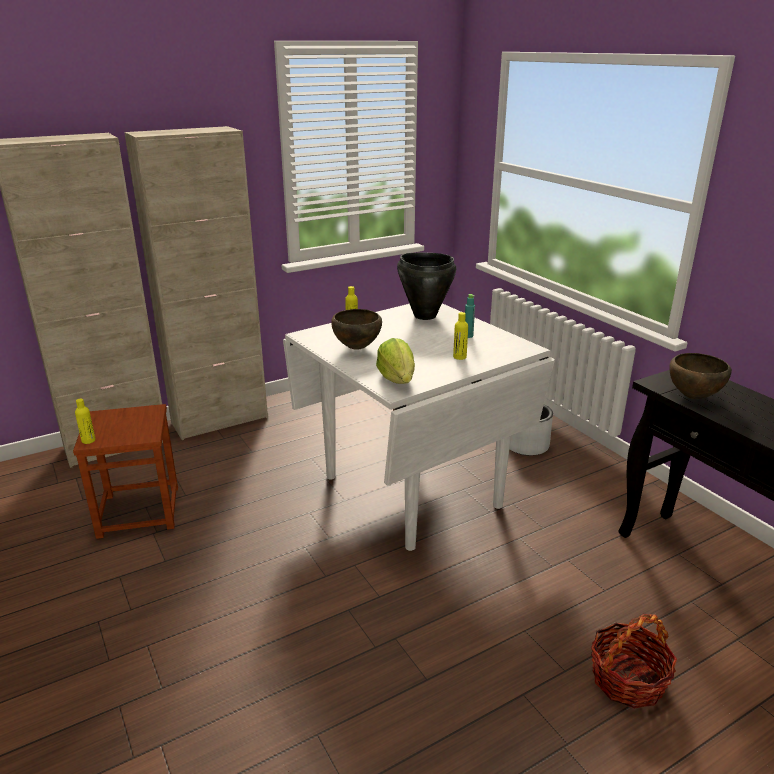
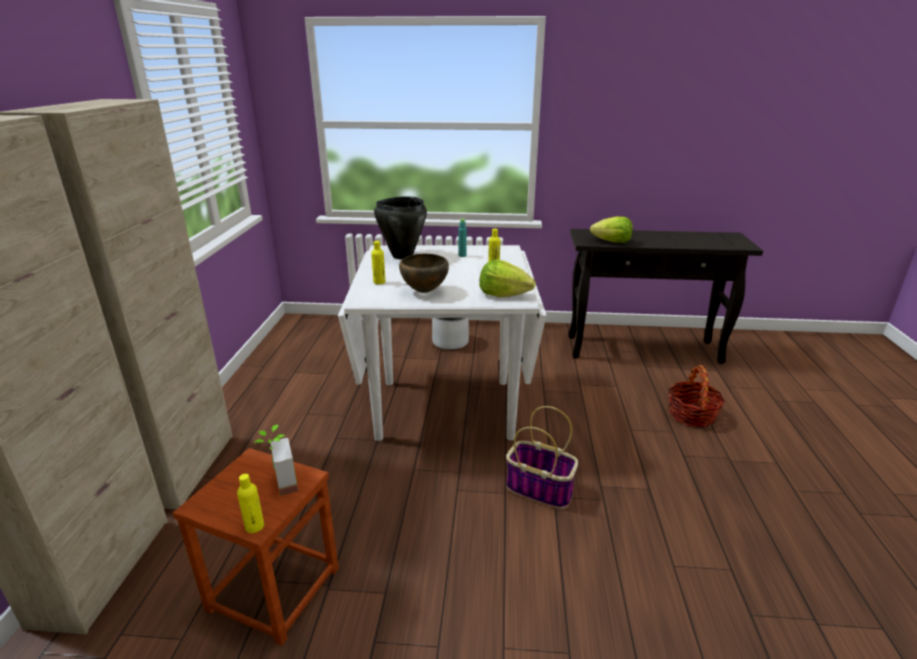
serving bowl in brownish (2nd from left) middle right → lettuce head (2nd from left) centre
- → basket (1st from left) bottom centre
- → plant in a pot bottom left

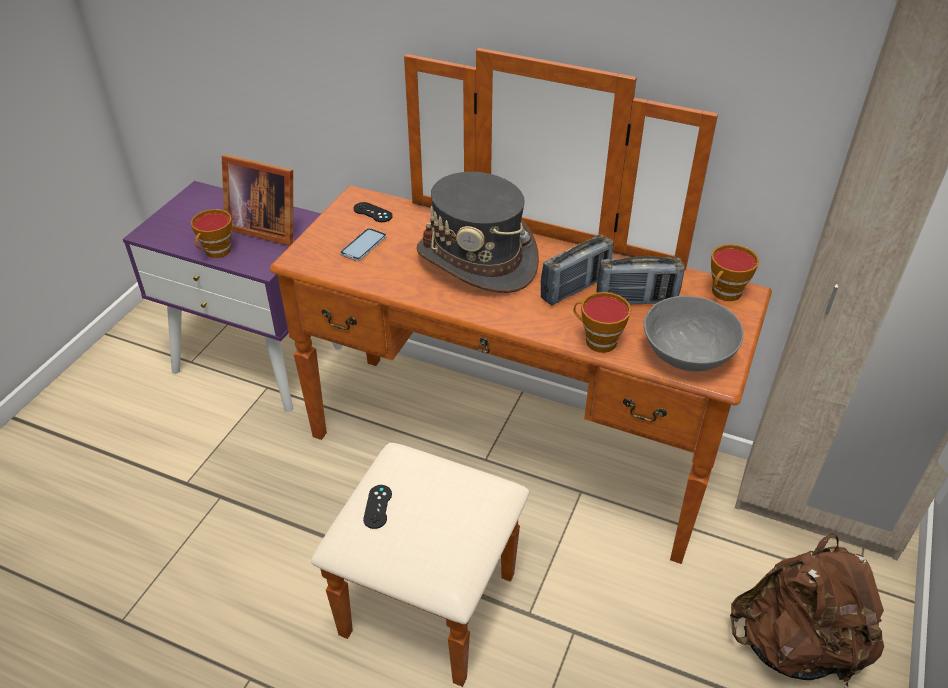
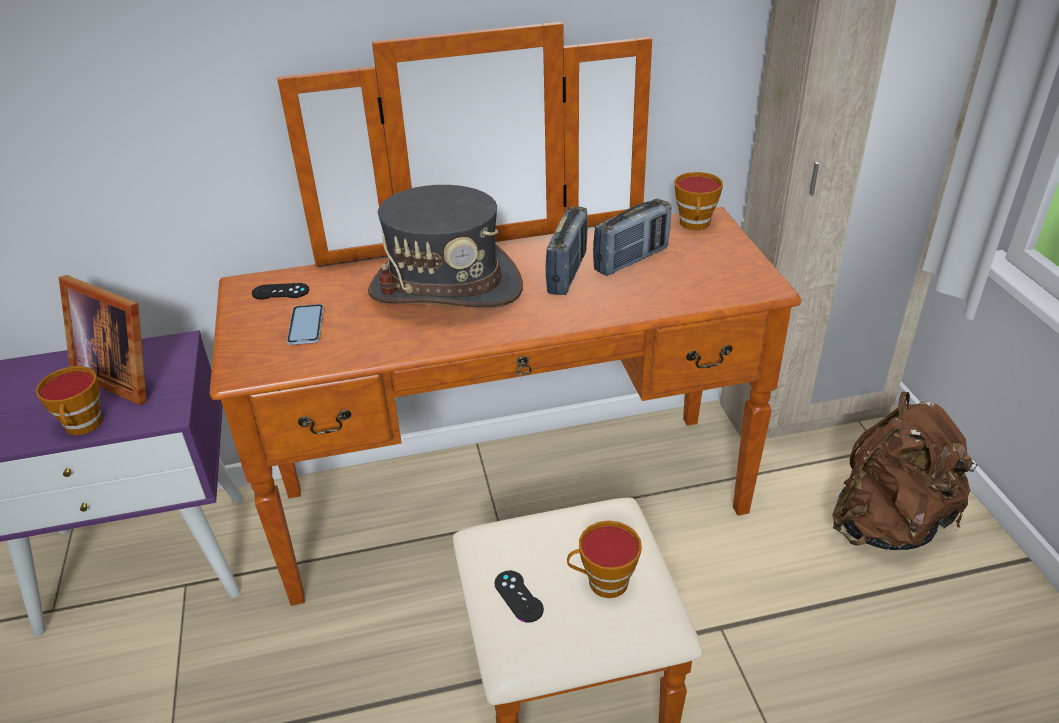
standing frame top left → standing frame middle left, 45 degrees clockwise
small cup (2nd from left) centre → small cup (2nd from left) bottom centre, move
serving bowl in gray middle right → -

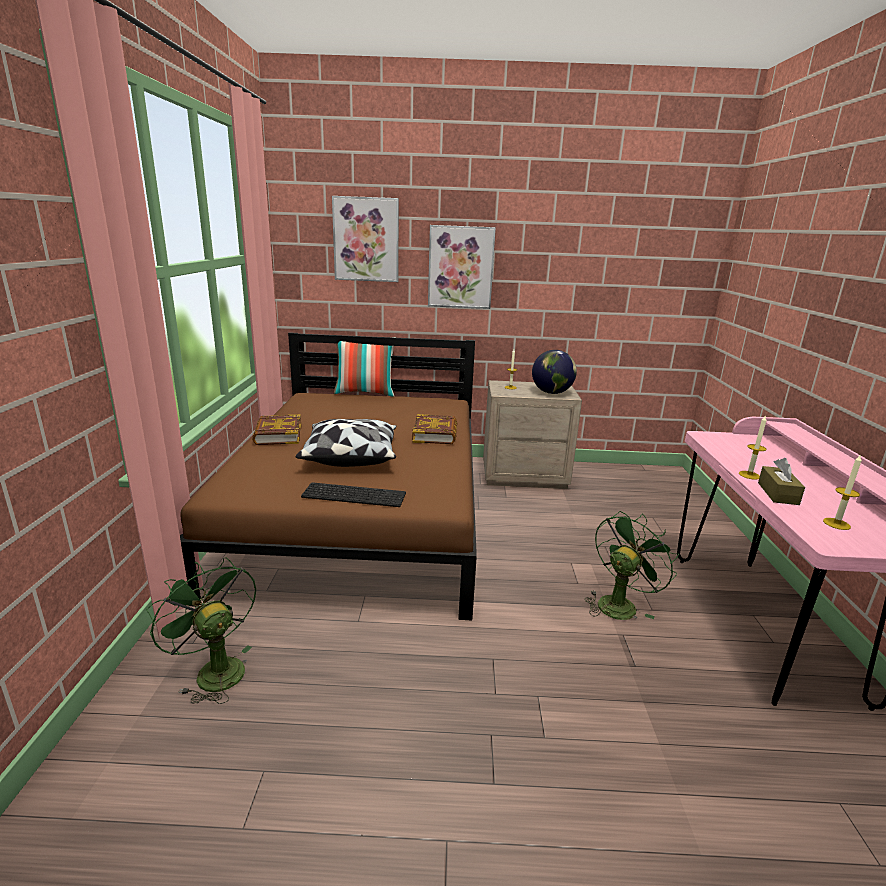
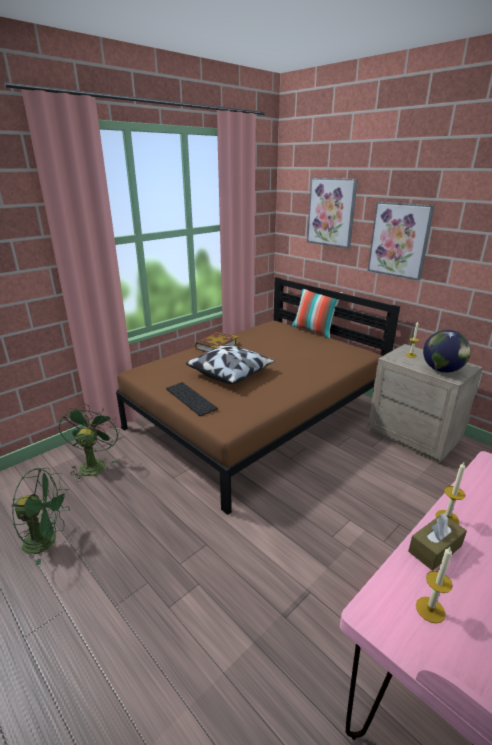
bound book (2nd from left) centre → -
cooling fan in greenish (2nd from left in the first image) middle right → cooling fan in greenish (1st from left) bottom left, move

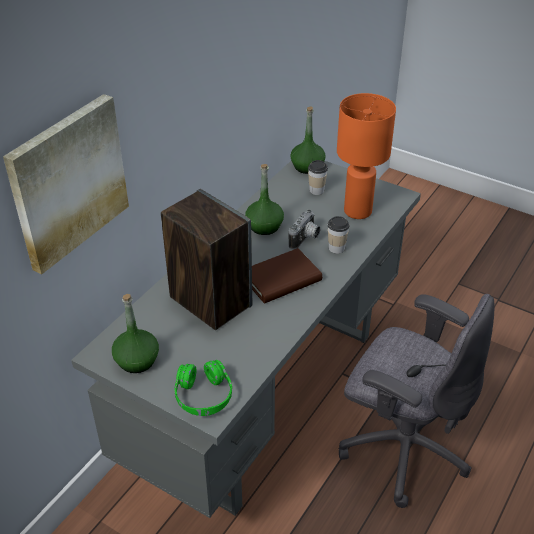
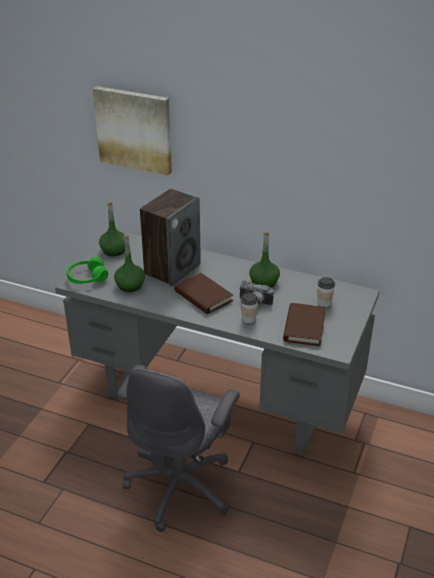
tabletop lamp in orange top right → bound book in brownish (2nd from left) middle right
bottle in greenish (3rd from left in the first image) top centre → bottle in greenish (2nd from left) middle left, move

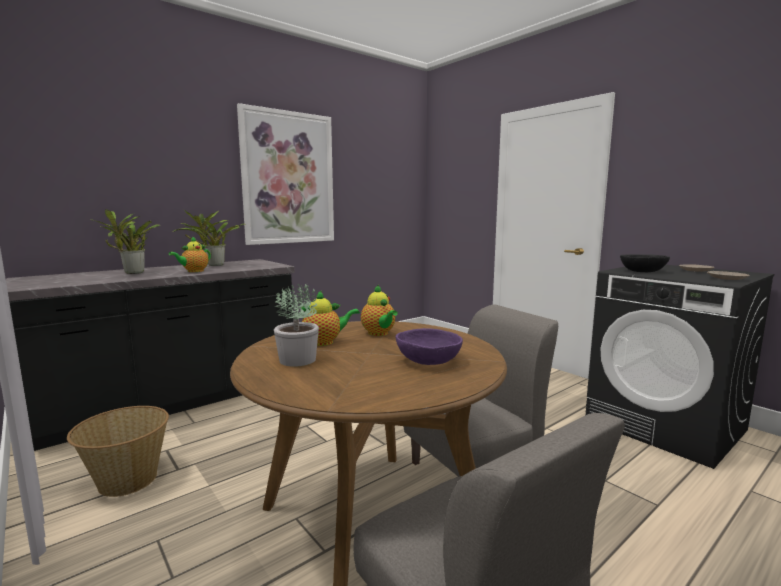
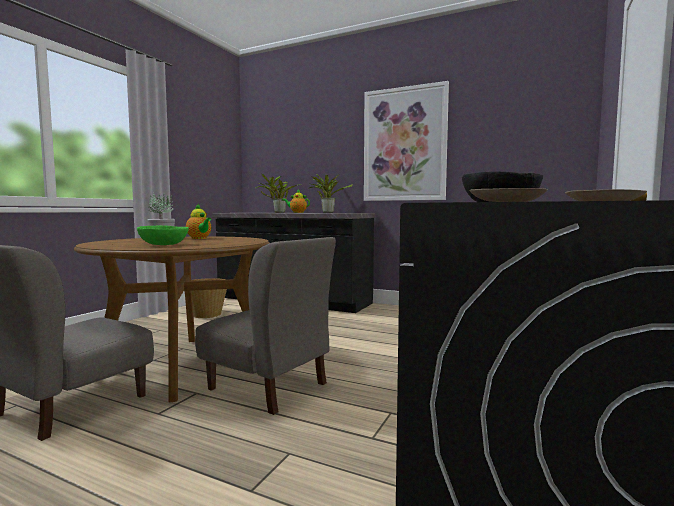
tea pot (3rd from left) centre → -
serving bowl in purple-coloured centre → serving bowl in greenish middle left

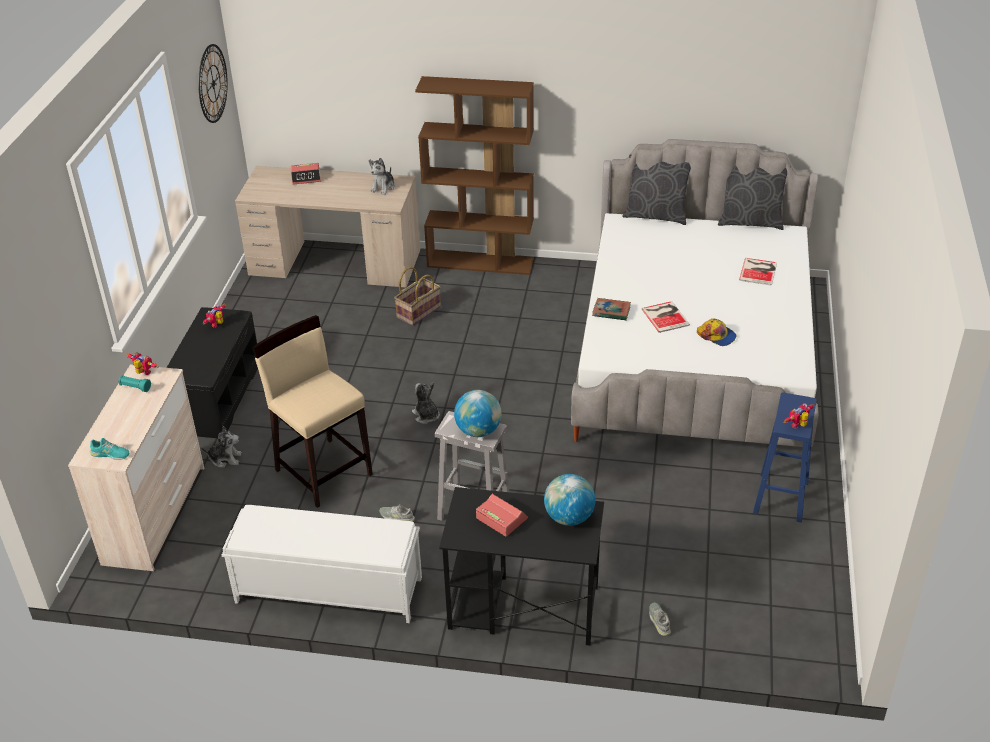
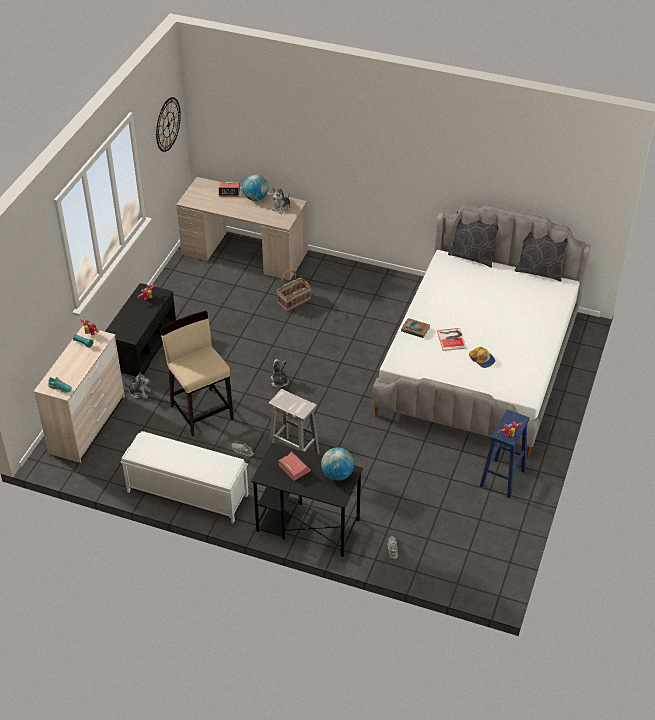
bookshelf in brownish top centre → -
bound book (3rd from left) middle right → -
world globe (1st from left) centre → world globe (1st from left) top centre, move

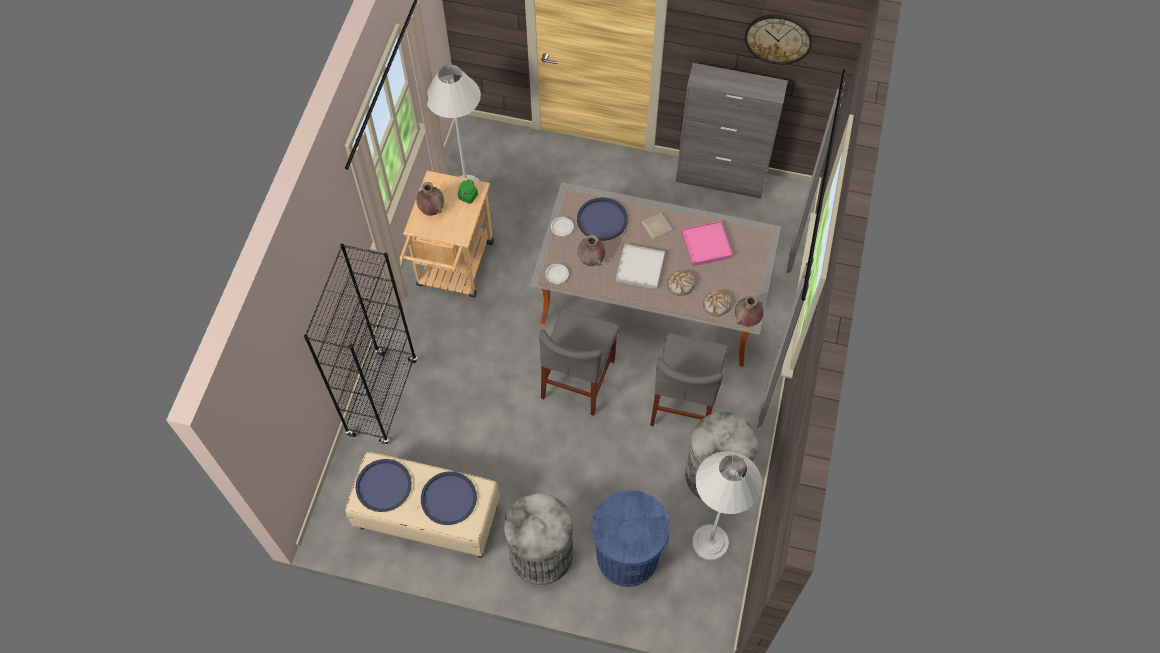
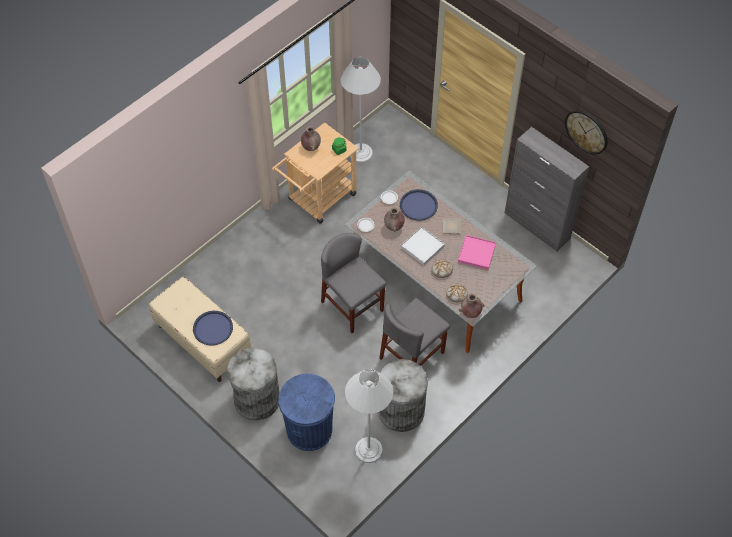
bookshelf in black middle left → -
chair in gray (1st from left) centre, 90 degrees clockwise
serving tray in blue-coloured (1st from left) bottom left → -

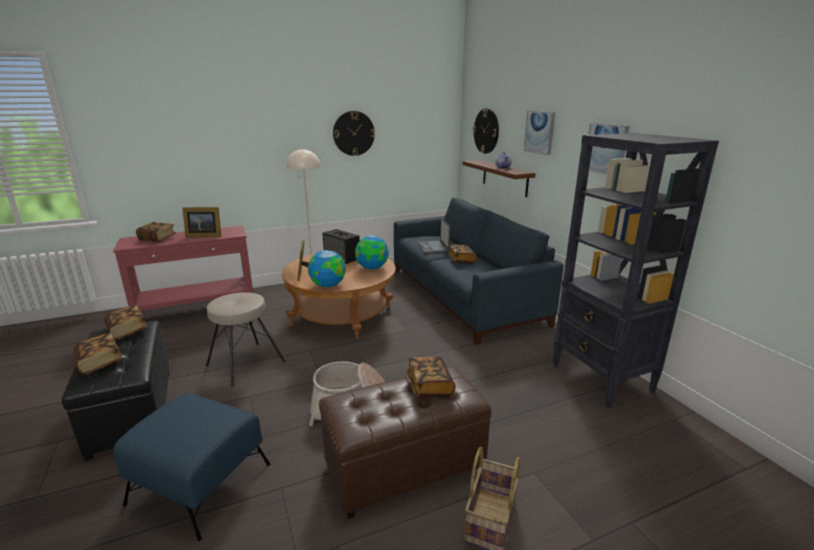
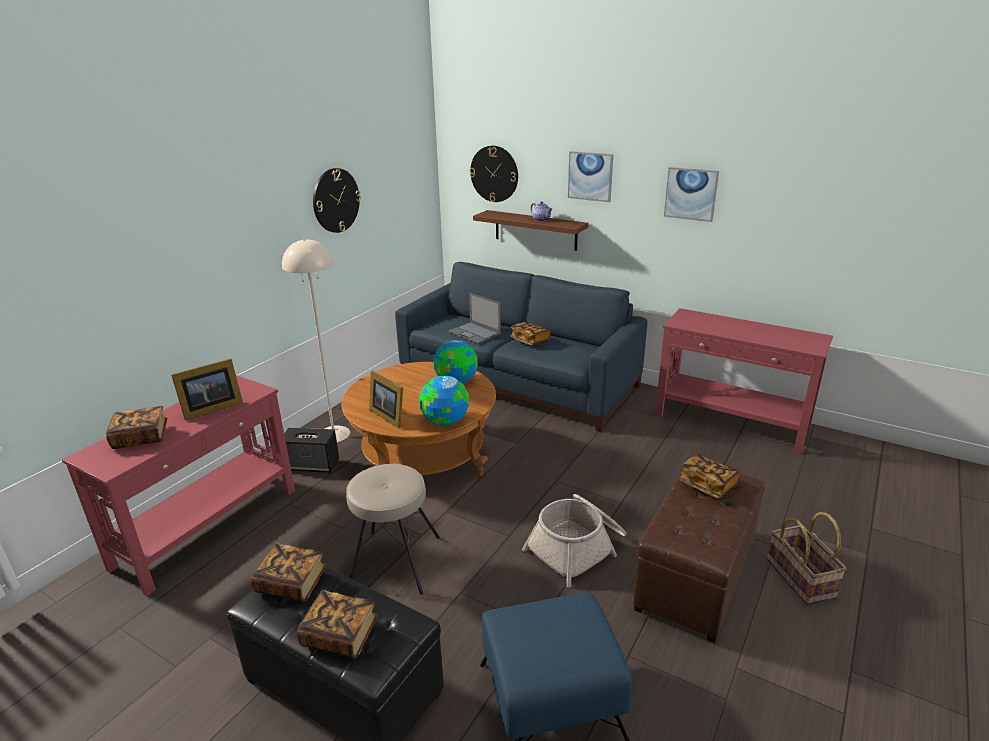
bookshelf in black middle right → narrow table in red-coloured (2nd from left) middle right
speaker centre → speaker middle left, move

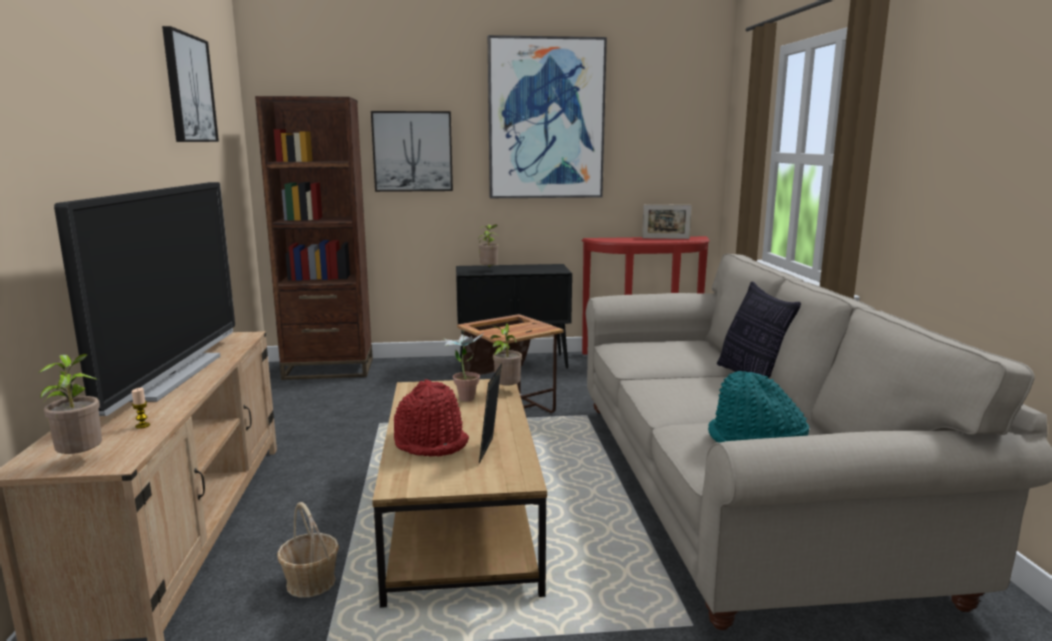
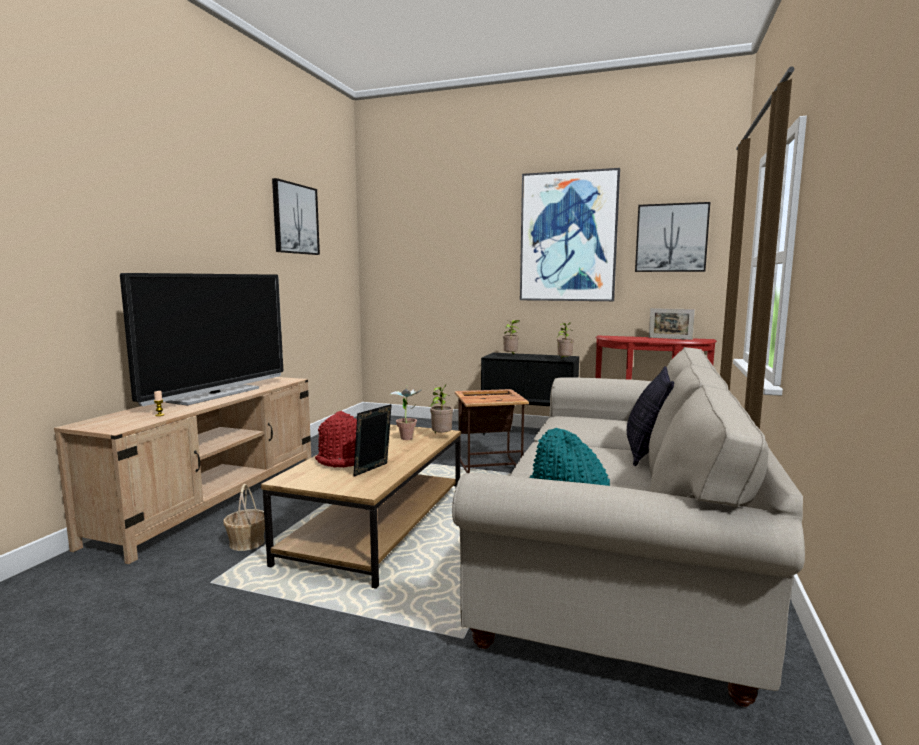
bookshelf in brownish middle left → -
wall art (2nd from left in the first image) top centre → wall art (3rd from left) top right, move
plant in a pot (1st from left in the first image) middle left → plant in a pot (4th from left) centre, move

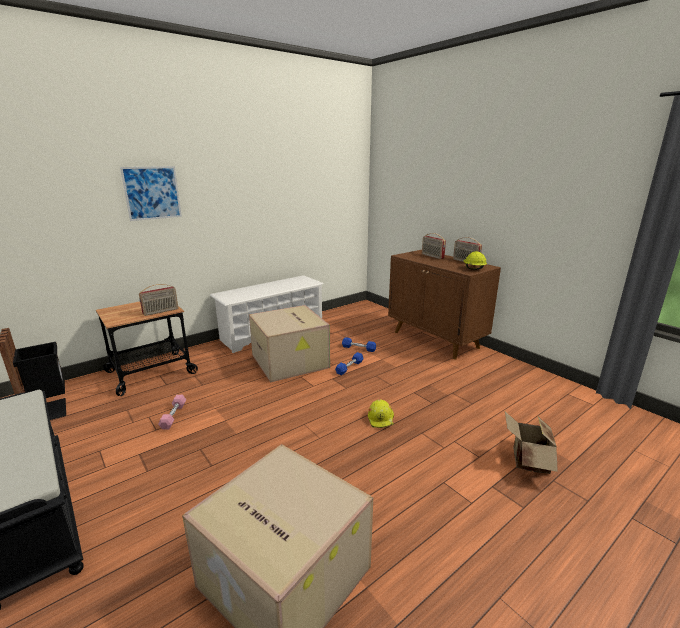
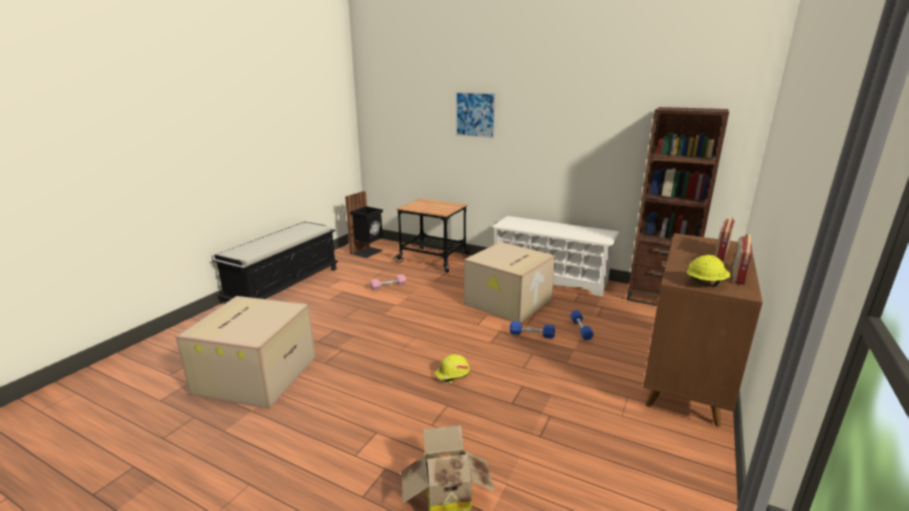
radio (1st from left) middle left → -
- → bookshelf in brownish middle right

